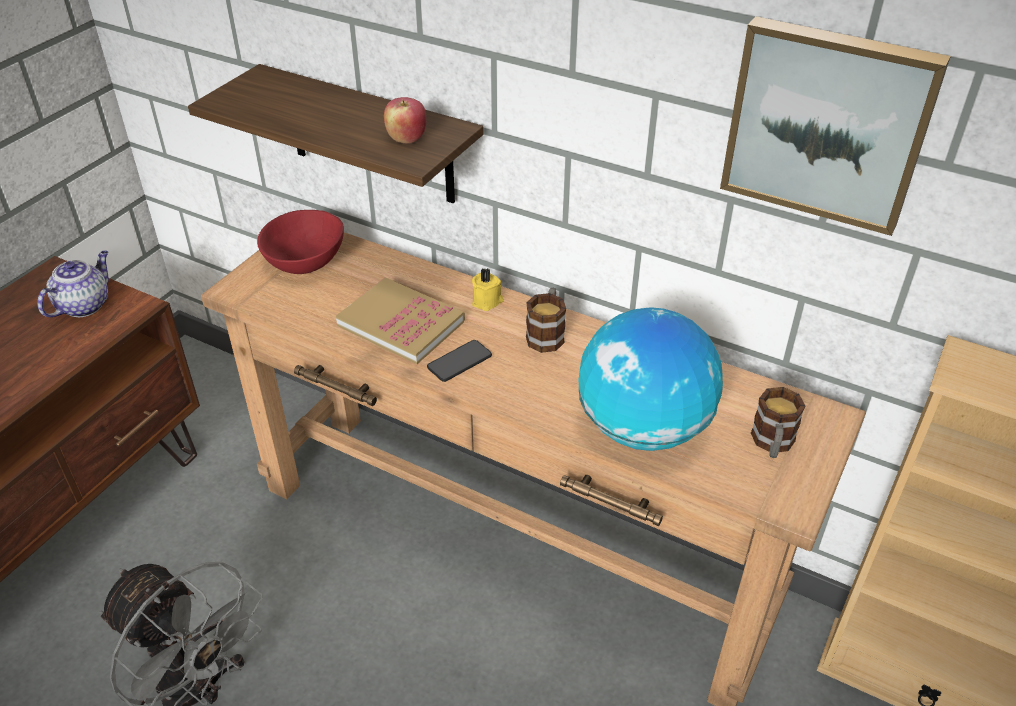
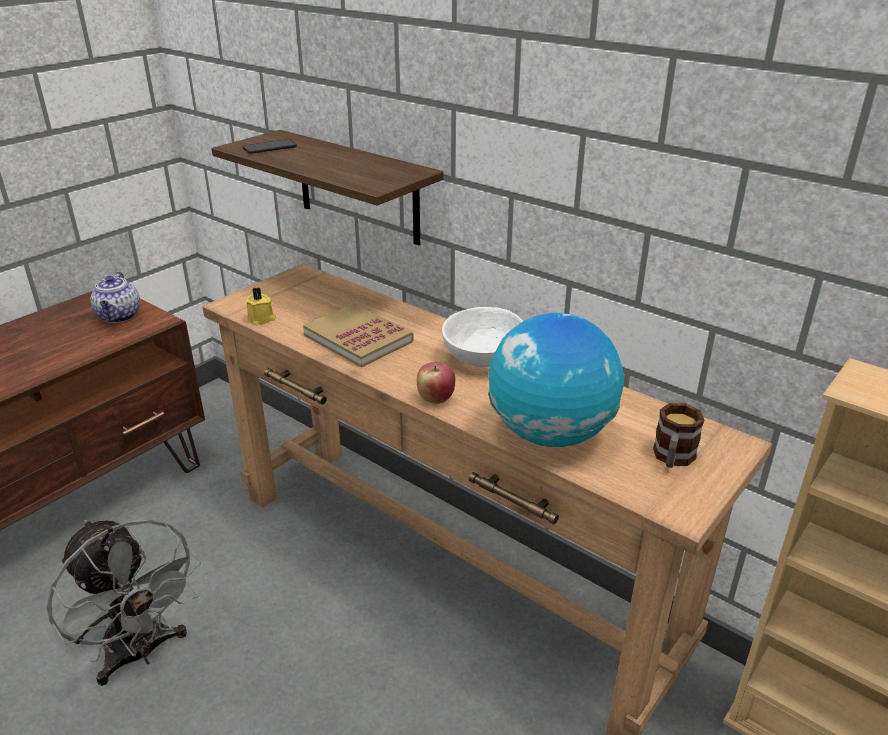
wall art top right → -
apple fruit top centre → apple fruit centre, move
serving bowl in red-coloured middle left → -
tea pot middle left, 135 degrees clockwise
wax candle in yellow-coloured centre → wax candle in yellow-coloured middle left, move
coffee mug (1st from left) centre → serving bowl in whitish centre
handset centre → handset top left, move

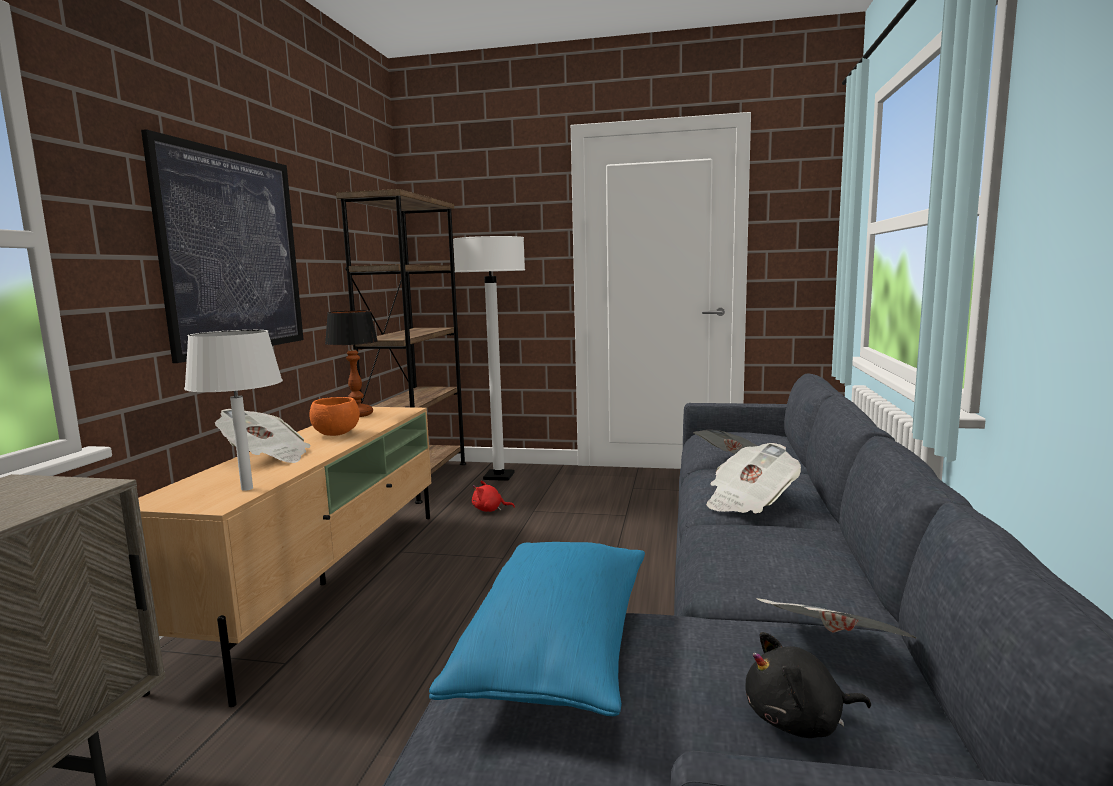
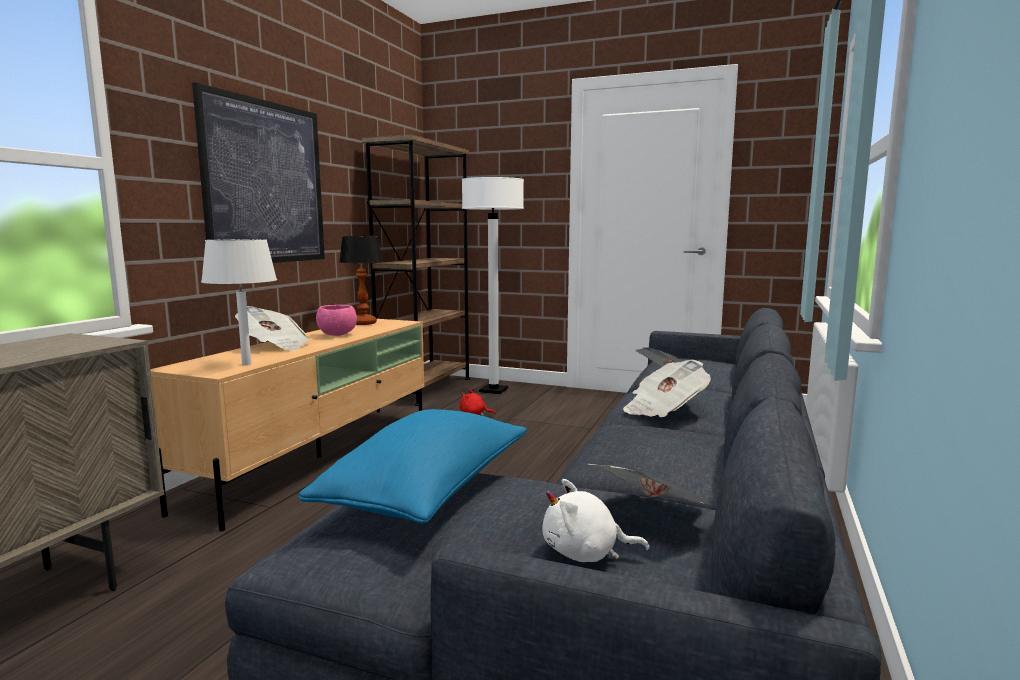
serving bowl in orange middle left → serving bowl in pinkish middle left
soft toy in black bottom right → soft toy in whitish bottom centre

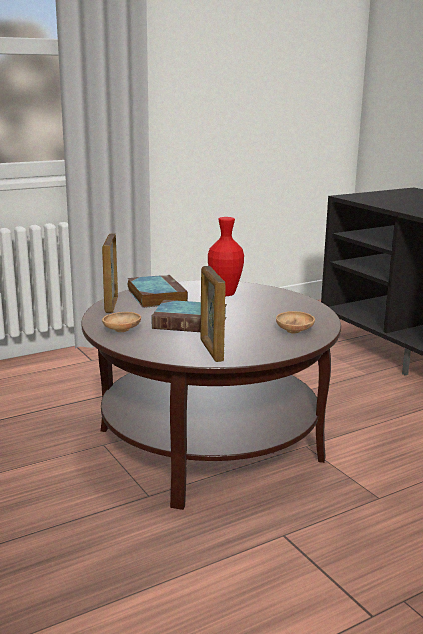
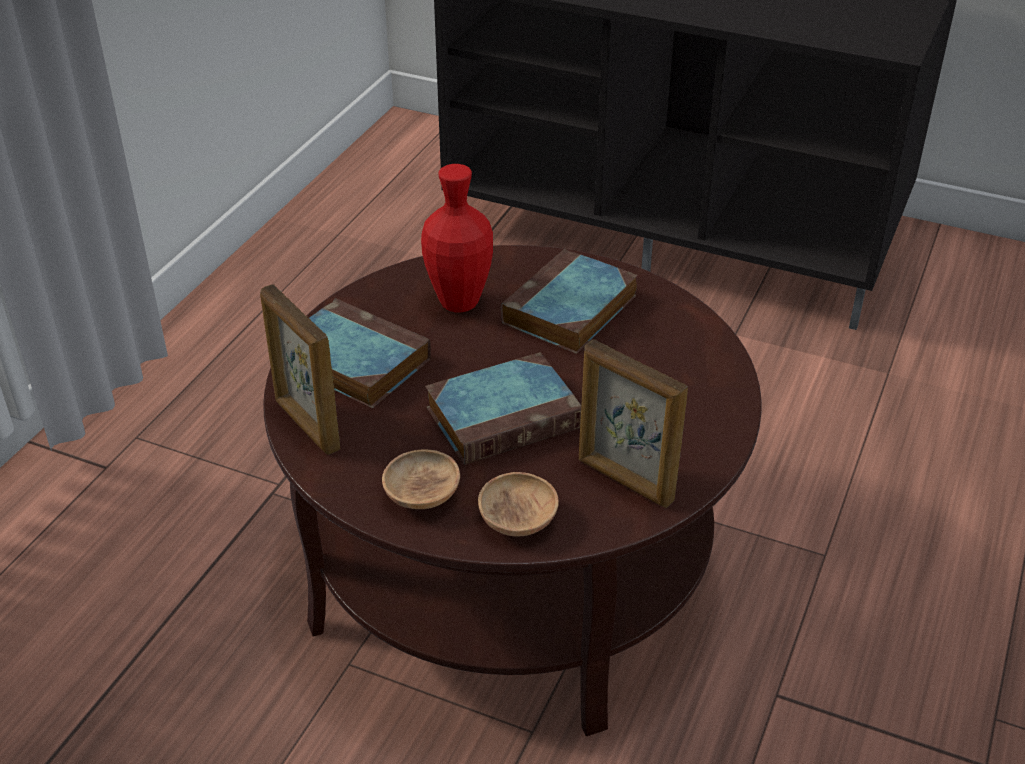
serving bowl in brownish (2nd from left) middle right → serving bowl in brownish (2nd from left) centre, move
- → bound book (3rd from left) centre

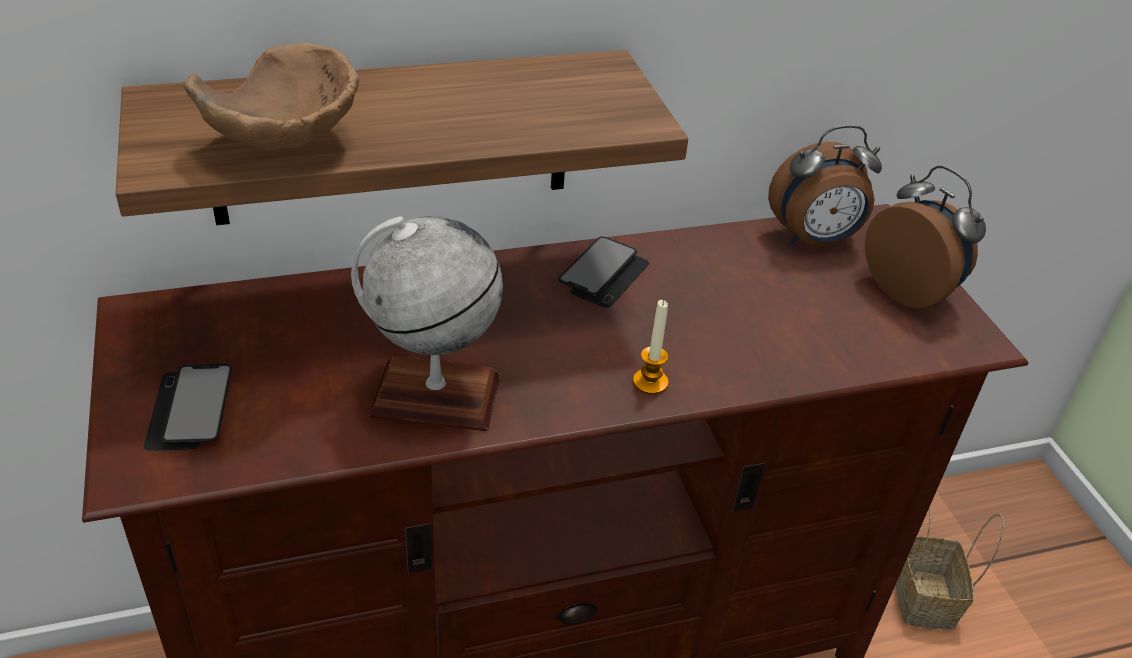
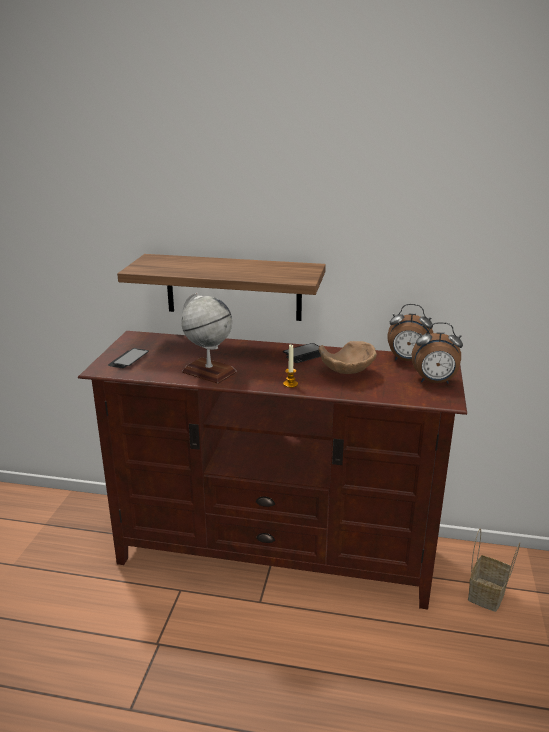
serving bowl in brownish top left → serving bowl in brownish centre, move
table clock (2nd from left) middle right, 105 degrees clockwise

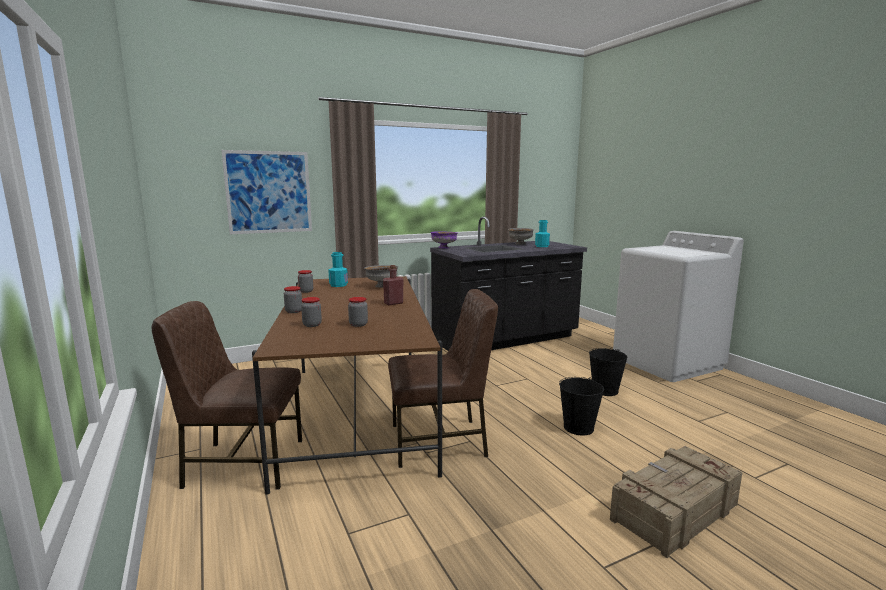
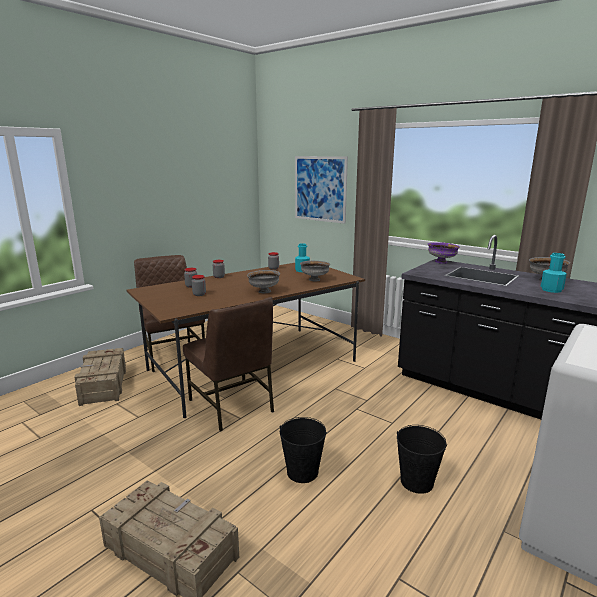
bottle in red-coloured centre → serving bowl in gray (1st from left) centre
- → packing crate (1st from left) middle left

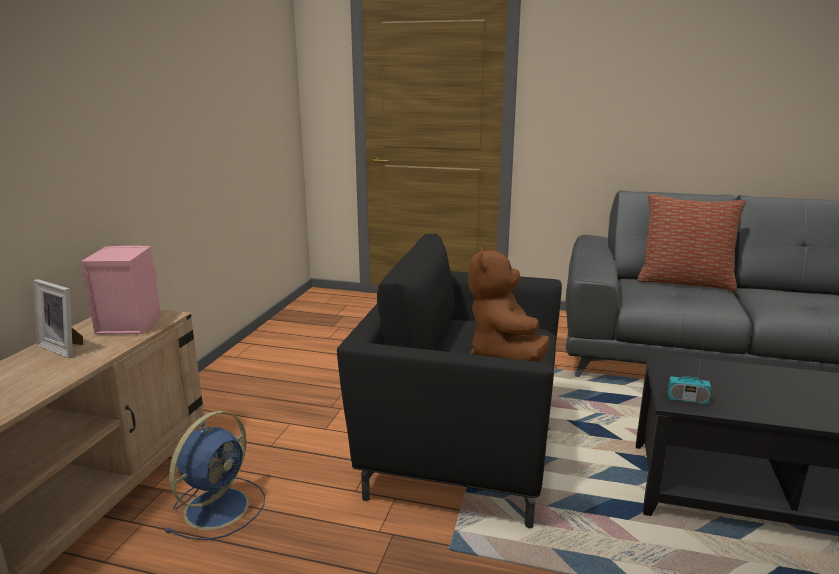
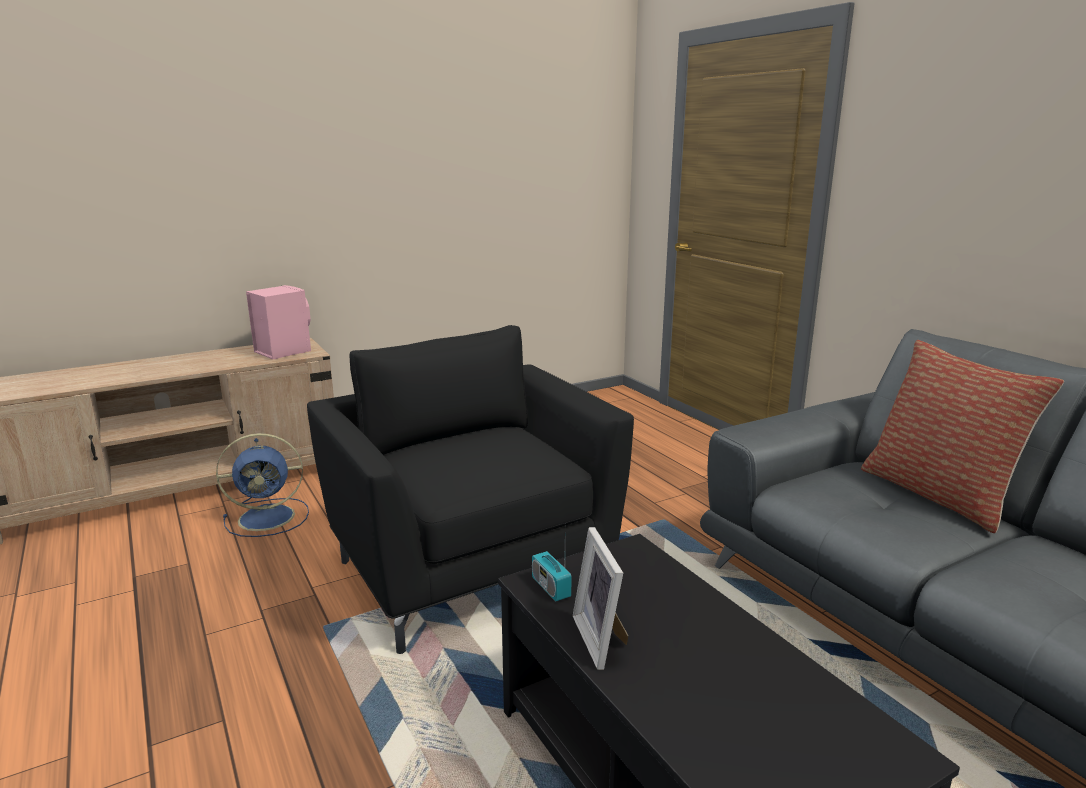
soft toy in brownish centre → -
standing frame middle left → standing frame bottom centre, move

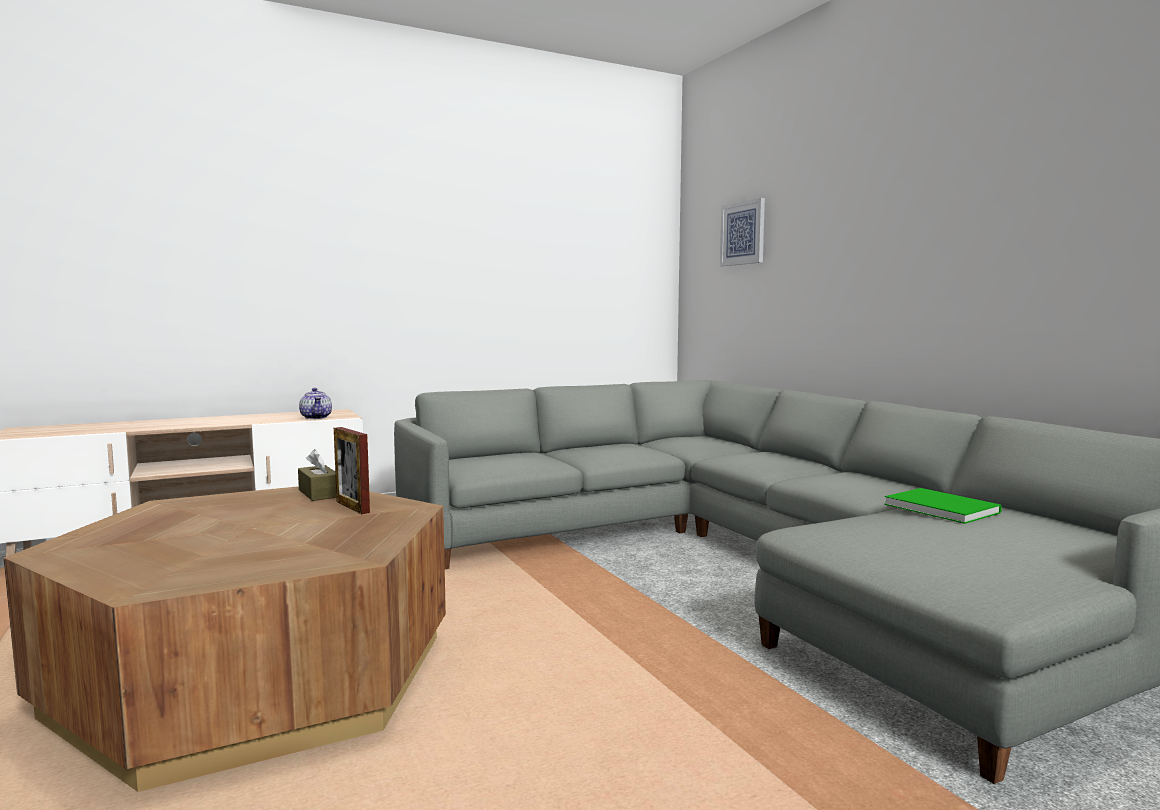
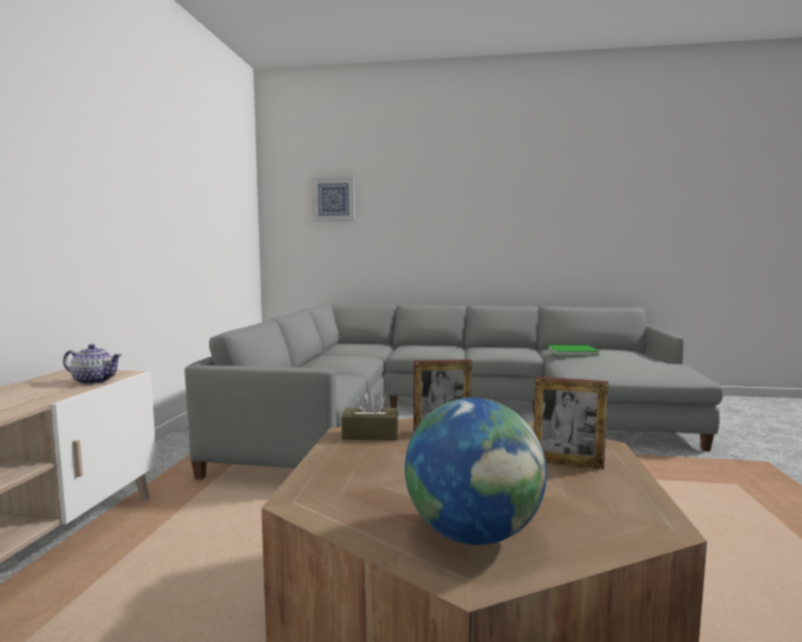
- → standing frame (2nd from left) middle right
- → world globe bottom centre

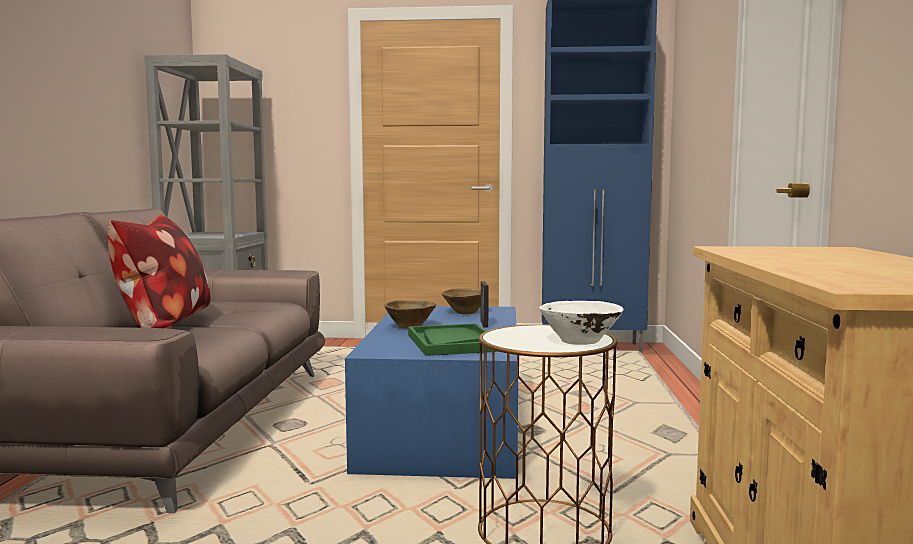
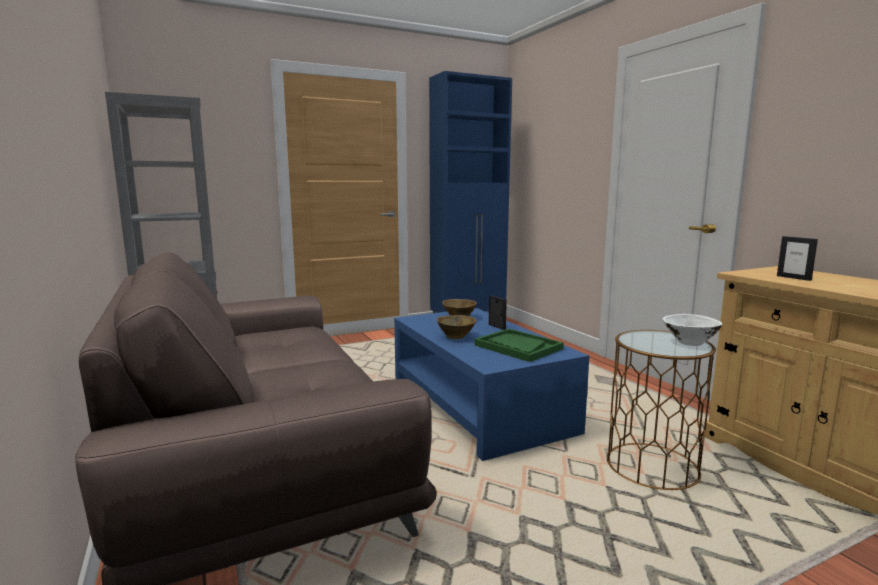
cushion middle left → -
- → standing frame (2nd from left) middle right

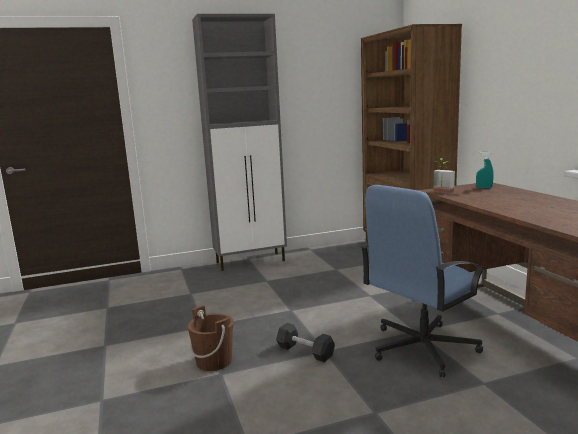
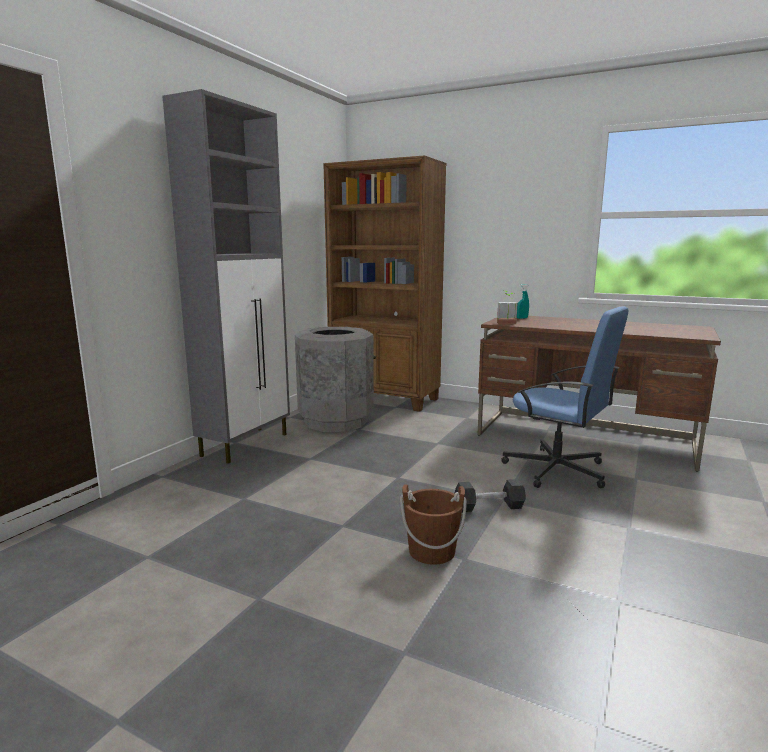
office chair in blue-coloured middle right, 60 degrees counterclockwise
- → trash can in gray centre

